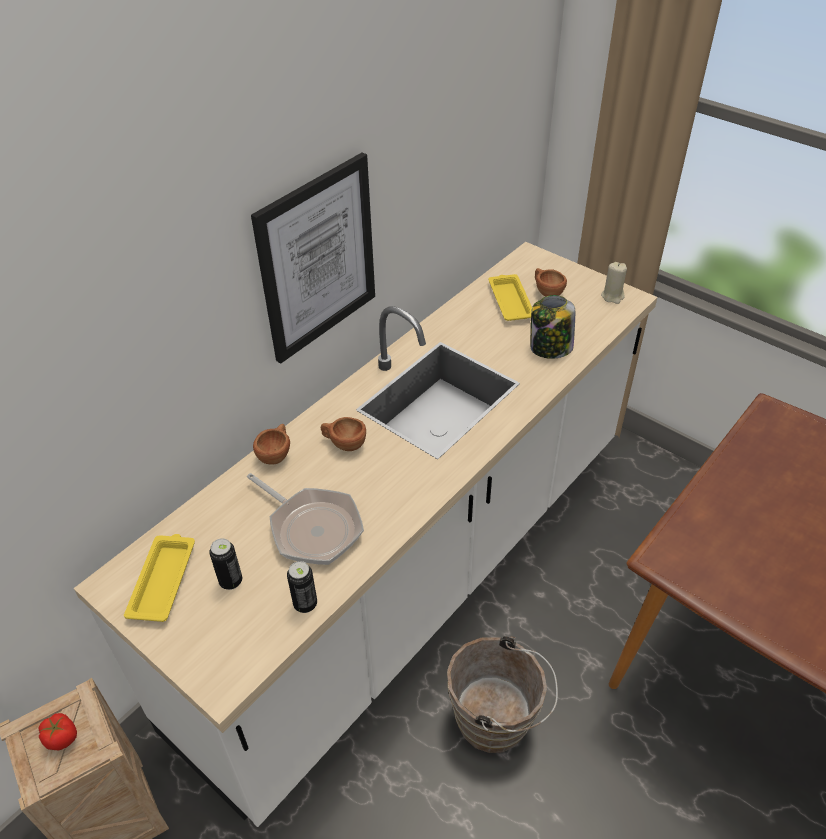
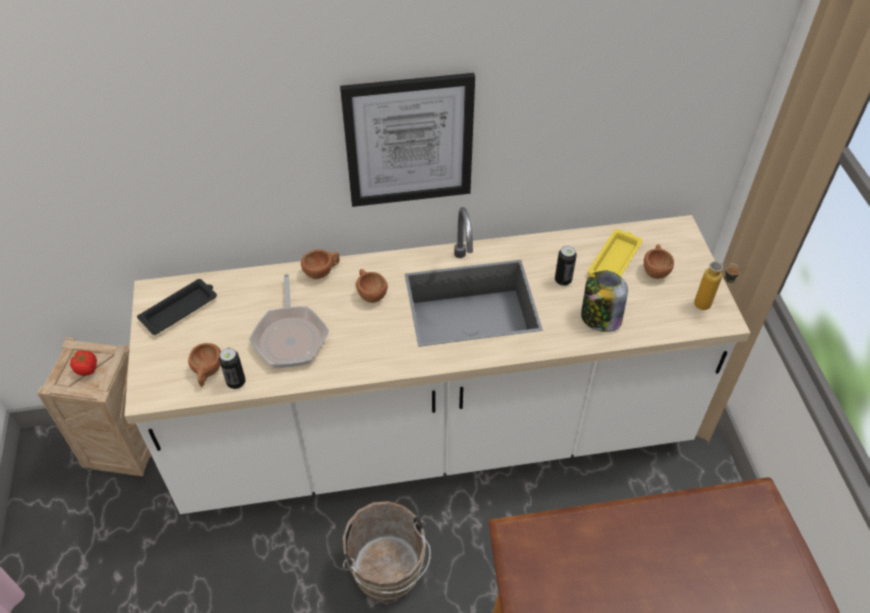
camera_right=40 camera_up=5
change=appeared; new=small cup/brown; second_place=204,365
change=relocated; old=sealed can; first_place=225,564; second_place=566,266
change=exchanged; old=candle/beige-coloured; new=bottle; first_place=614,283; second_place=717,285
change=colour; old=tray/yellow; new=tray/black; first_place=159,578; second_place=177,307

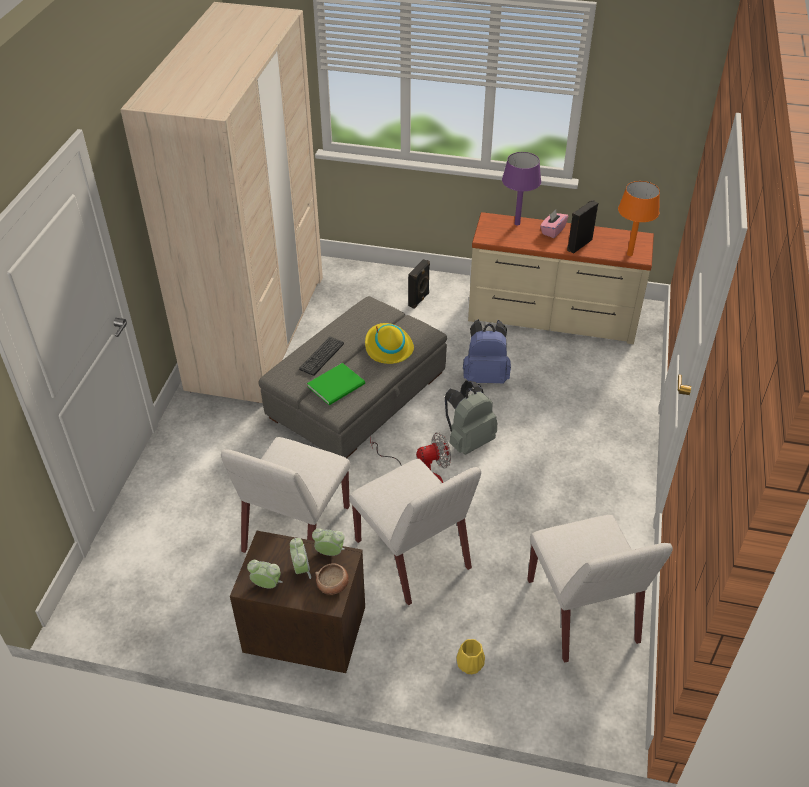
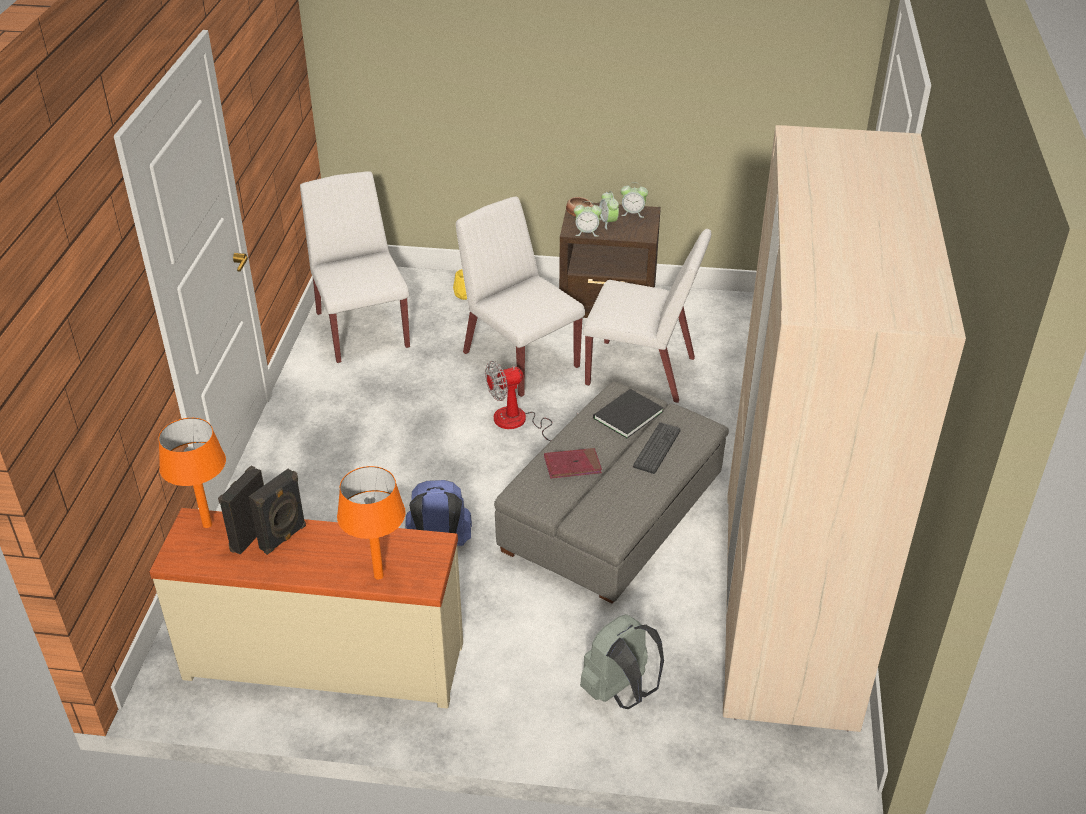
camera_right=175 camera_up=-5
change=missing; old=box of tissues/pink-coloured; first_place=554,224
change=relocated; old=speaker/black; first_place=419,284; second_place=241,510
change=relocated; old=backpack/gray; first_place=471,418; second_place=622,661
change=exchanged; old=wearable hat/yellow; new=bound book/red; first_place=389,343; second_place=573,463
change=colour; old=bound book/green; new=bound book/black; first_place=336,384; second_place=628,413
change=colour; old=table lamp/purple-coloured; new=table lamp/orange-coloured; first_place=521,188; second_place=371,523
change=spun; old=plain chair/white-coloured; first_place=286,495; second_place=647,316; degrees=90

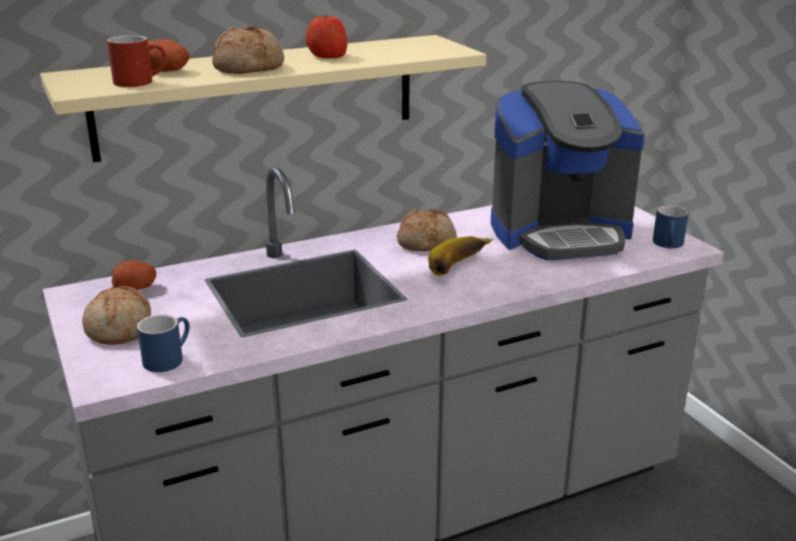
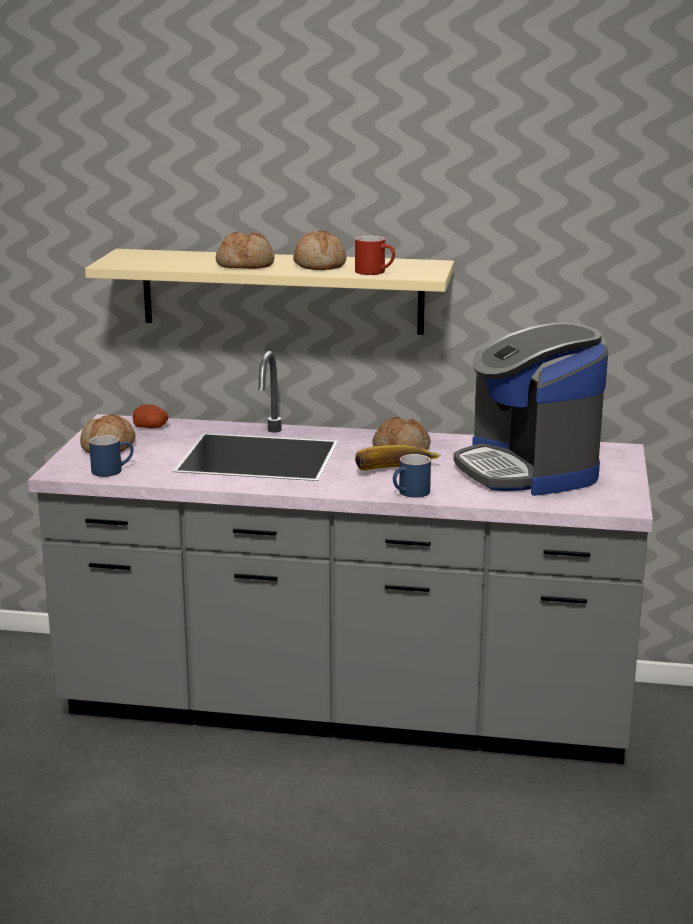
camera_right=35 camera_up=-5
change=missing; old=spud; first_place=169,55
change=relocated; old=tea mug/red; first_place=137,61; second_place=375,255
change=relocated; old=tea mug/bluish; first_place=671,226; second_place=412,476
change=exchanged; old=apple; new=bakery bread; first_place=326,36; second_place=320,250
change=spun; old=coffee brewer; first_place=568,170; second_place=531,409; degrees=45

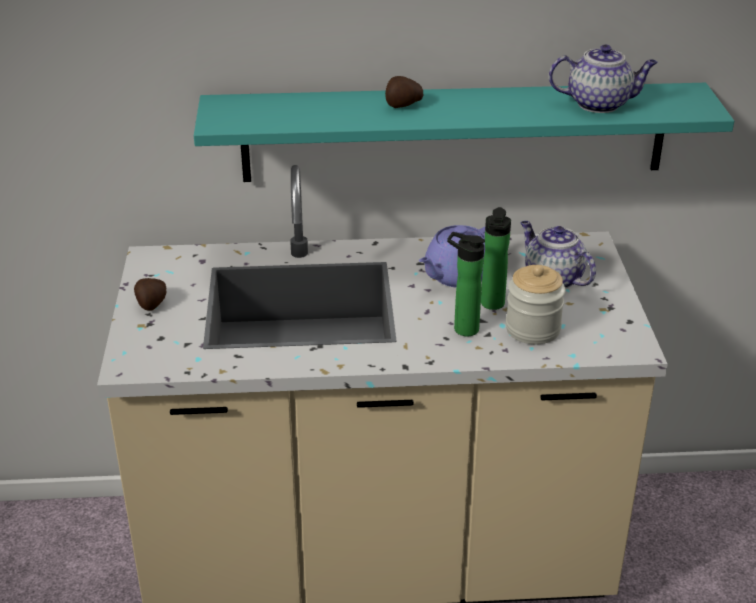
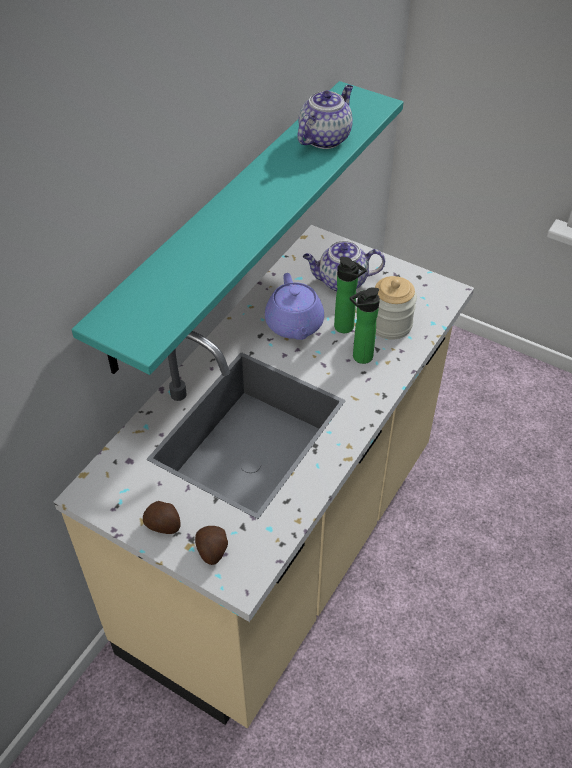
camera_right=-55 camera_up=15
change=relocated; old=spud; first_place=404,92; second_place=211,545

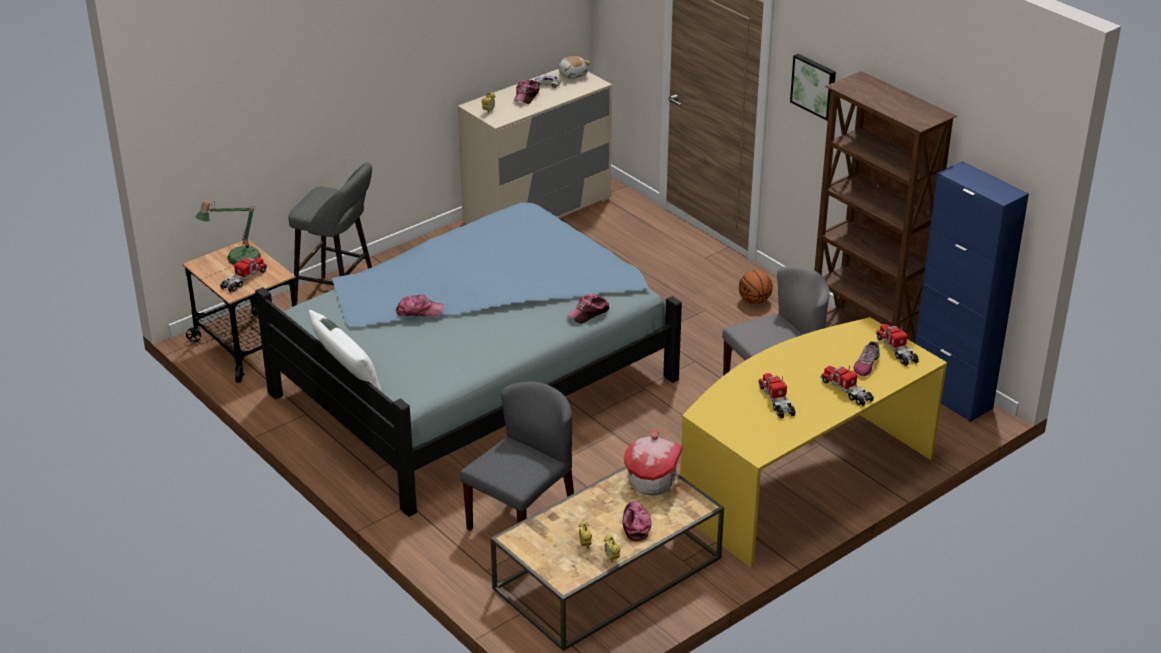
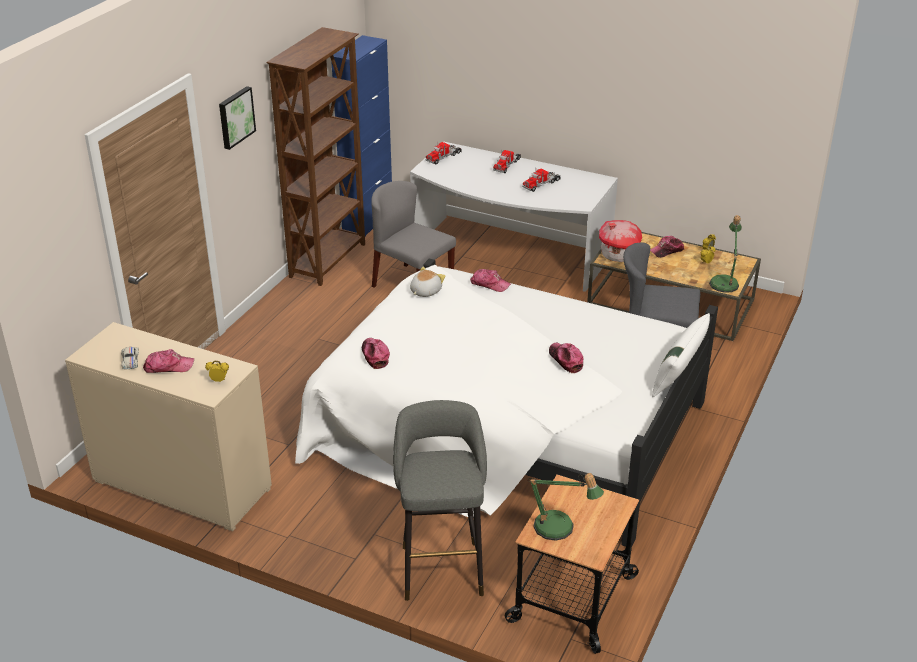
camera_right=-115 camera_up=0
change=missing; old=toy truck; first_place=243,275
change=missing; old=basketball; first_place=755,287
change=missing; old=item of footwear; first_place=866,358
change=appeared; new=baseball cap; second_place=376,353
change=appeared; new=table lamp; second_place=725,254
change=relocated; old=soft toy; first_place=575,67; second_place=427,282
change=colour; old=sleeping bed/bluish; new=sleeping bed/white-coloured; first_place=468,359; second_place=506,403
change=colour; old=desk table/yellow; new=desk table/white-coloured; first_place=813,442; second_place=514,216

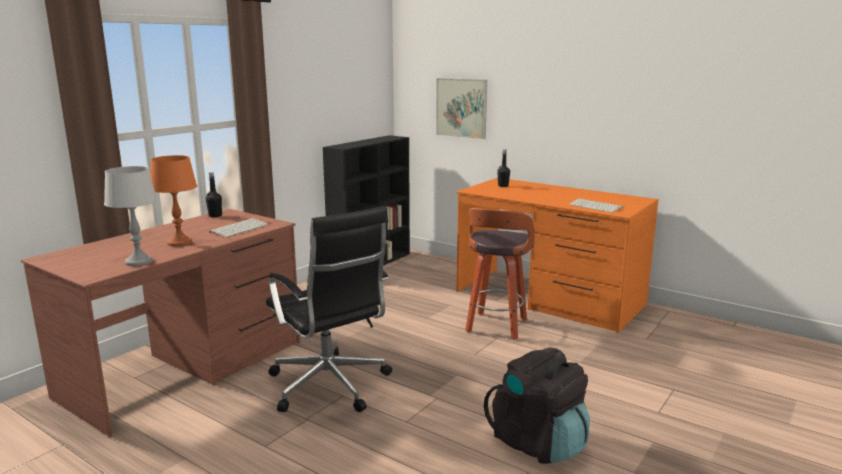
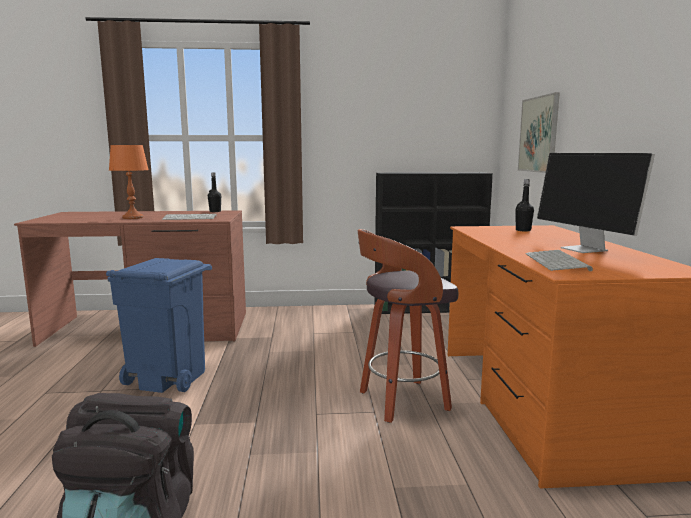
camera_right=50 camera_up=-5
change=missing; old=table lamp/gray; first_place=130,216
change=appeared; new=computer screen; second_place=596,203
change=exchanged; old=desk chair/black; new=waste bin/bluish; first_place=329,309; second_place=159,325

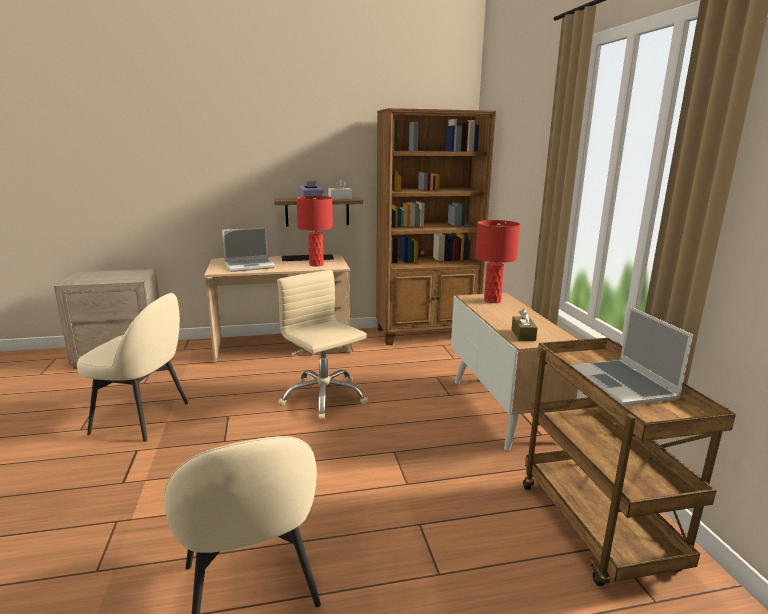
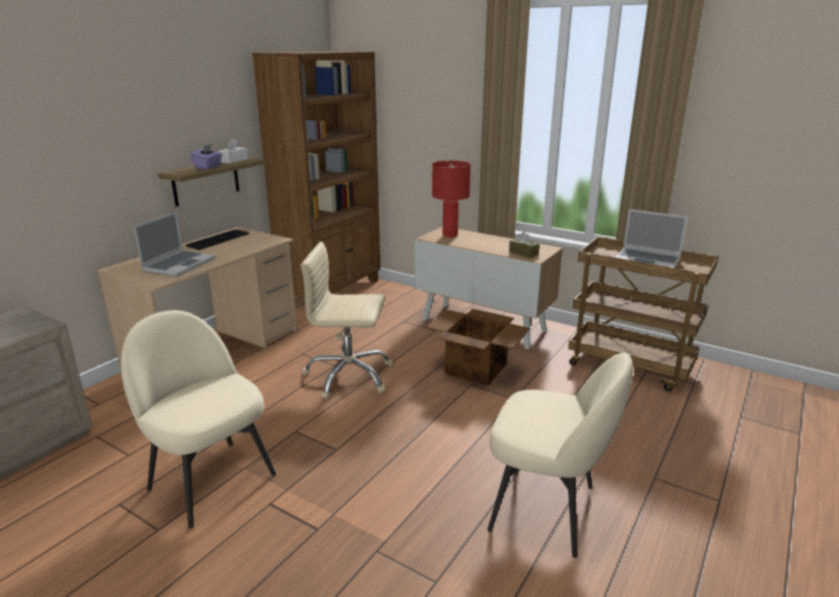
camera_right=-45 camera_up=5
change=missing; old=table lamp/red; first_place=315,231
change=appeared; new=carton; second_place=477,347
change=spun; old=plain chair/beige-coloured; first_place=132,367; second_place=198,419; degrees=-105

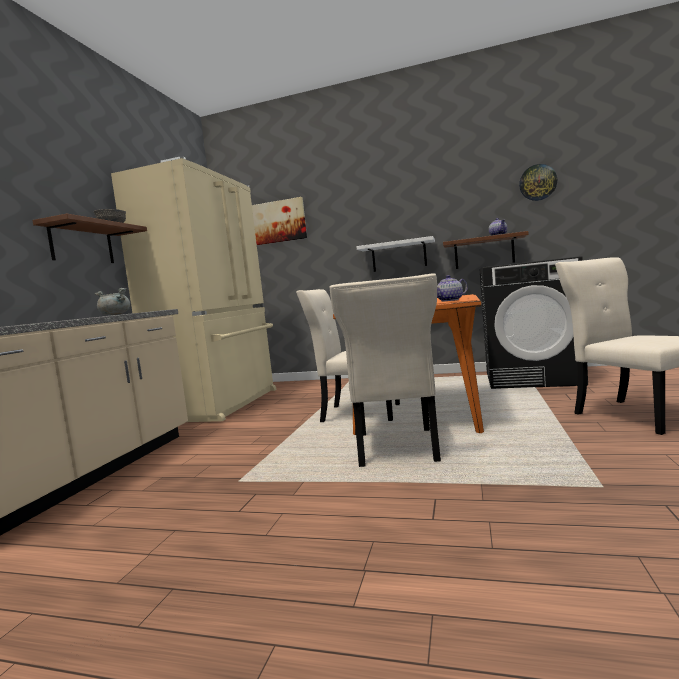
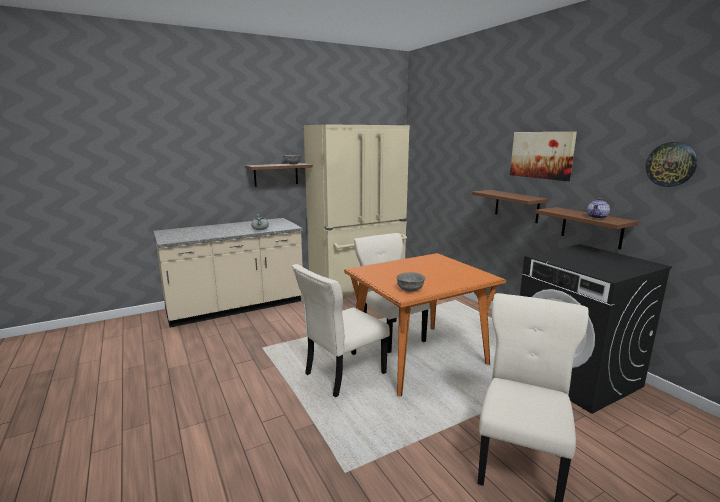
camera_right=45 camera_up=10
change=relocated; old=wall picture; first_place=279,221; second_place=543,156
change=exchanged; old=tea pot; new=serving bowl/gray; first_place=452,288; second_place=410,282
change=colour; old=shelf/white-coloured; new=shelf/brown; first_place=395,254; second_place=510,206

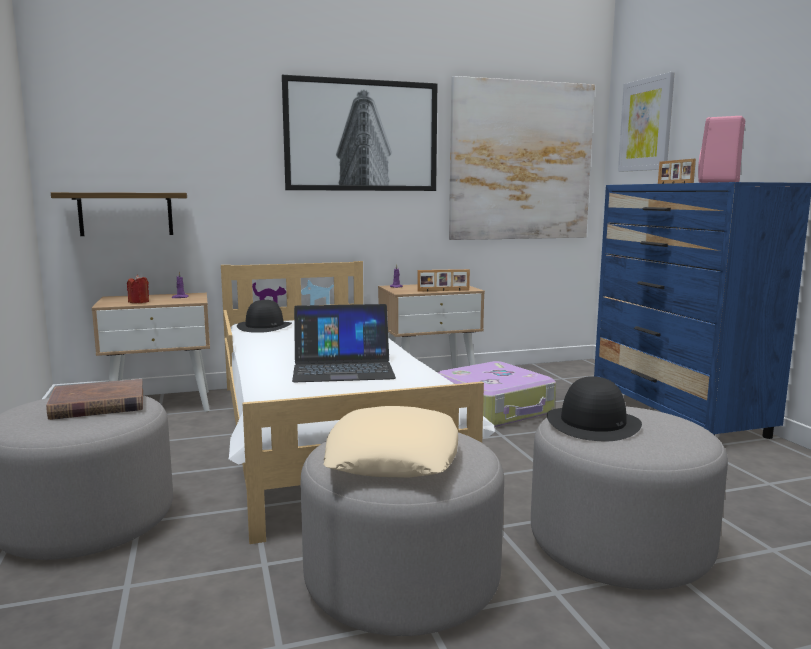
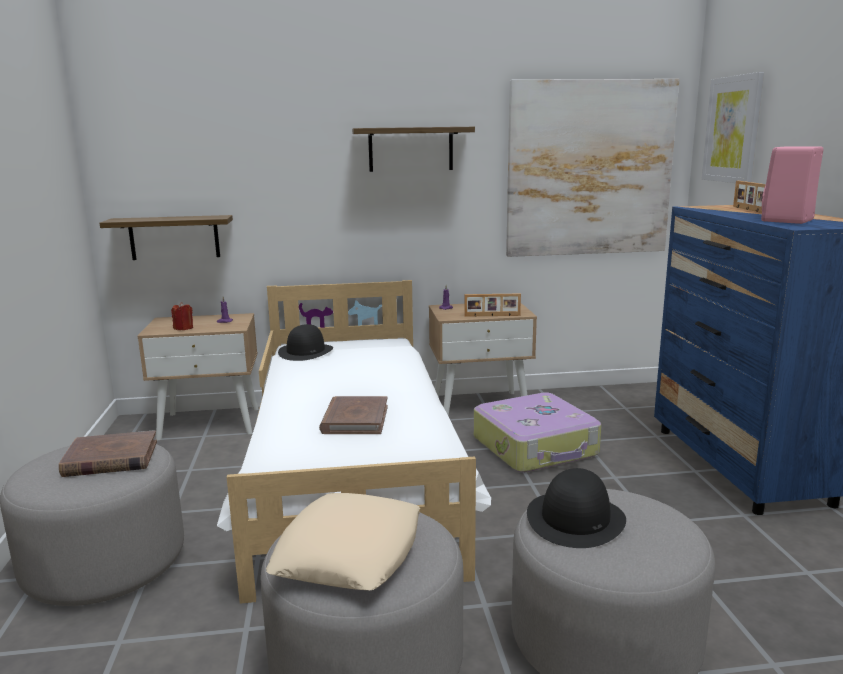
camera_right=10 camera_up=5
change=exchanged; old=wall picture; new=shelf; first_place=359,133; second_place=413,149
change=exchanged; old=laptop; new=bound book/brown; first_place=344,343; second_place=353,415

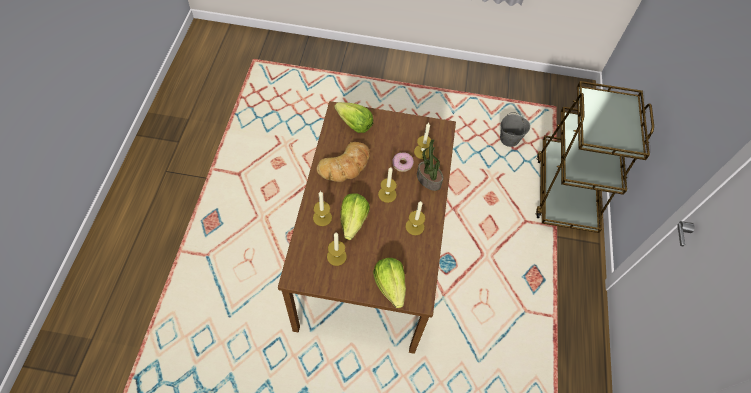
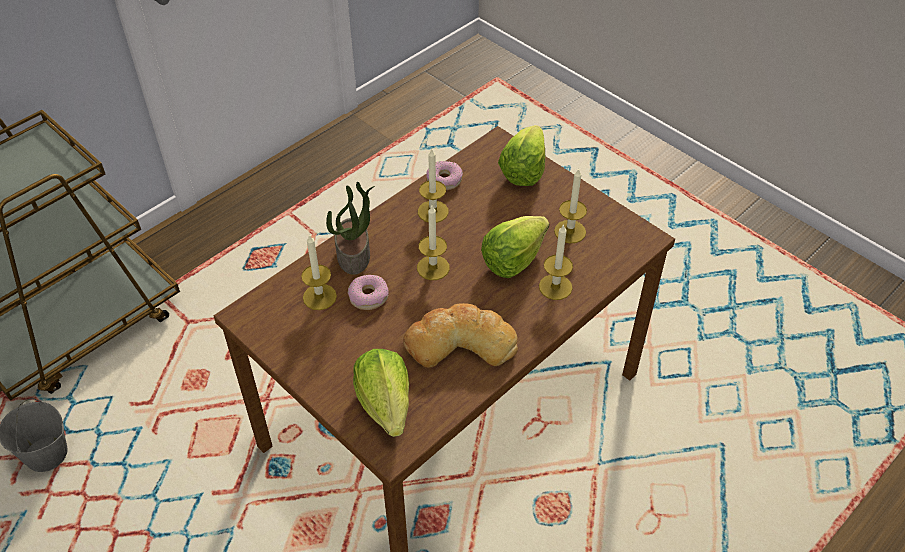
camera_right=-140 camera_up=-10
change=appeared; new=doughnut; second_place=444,175

